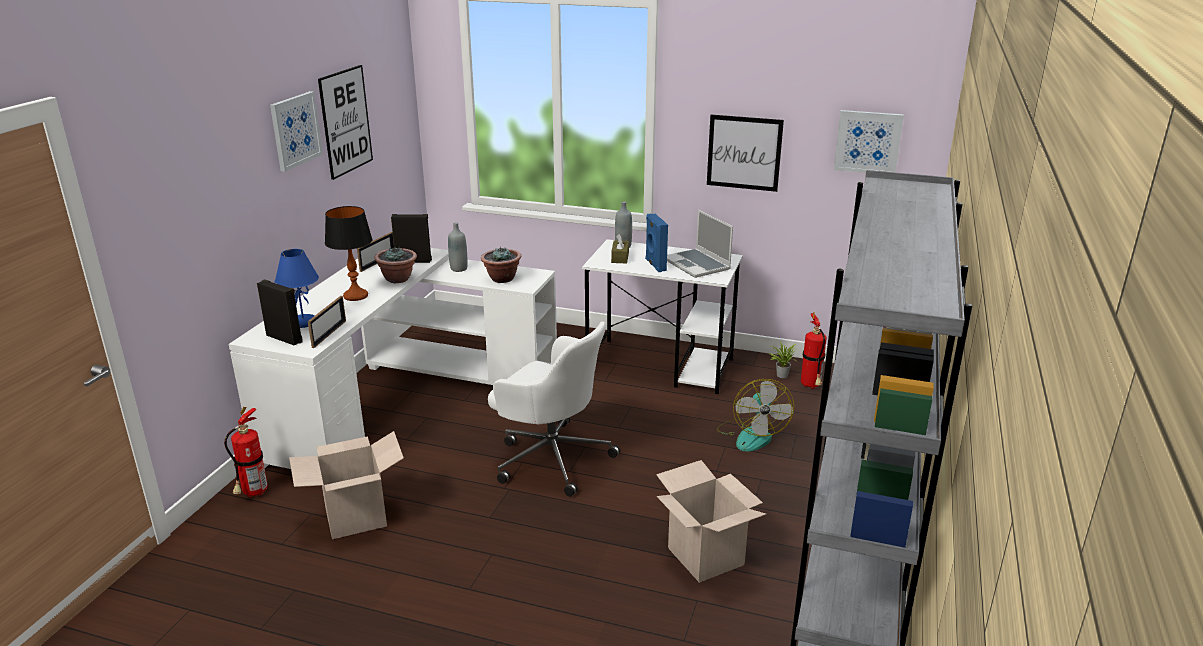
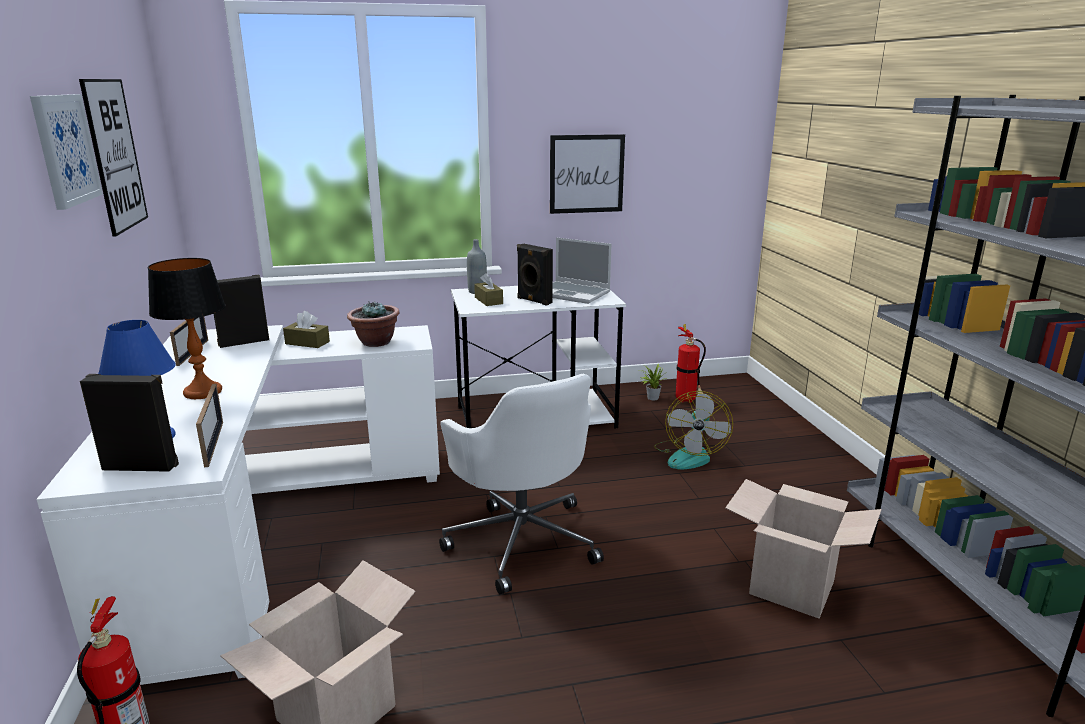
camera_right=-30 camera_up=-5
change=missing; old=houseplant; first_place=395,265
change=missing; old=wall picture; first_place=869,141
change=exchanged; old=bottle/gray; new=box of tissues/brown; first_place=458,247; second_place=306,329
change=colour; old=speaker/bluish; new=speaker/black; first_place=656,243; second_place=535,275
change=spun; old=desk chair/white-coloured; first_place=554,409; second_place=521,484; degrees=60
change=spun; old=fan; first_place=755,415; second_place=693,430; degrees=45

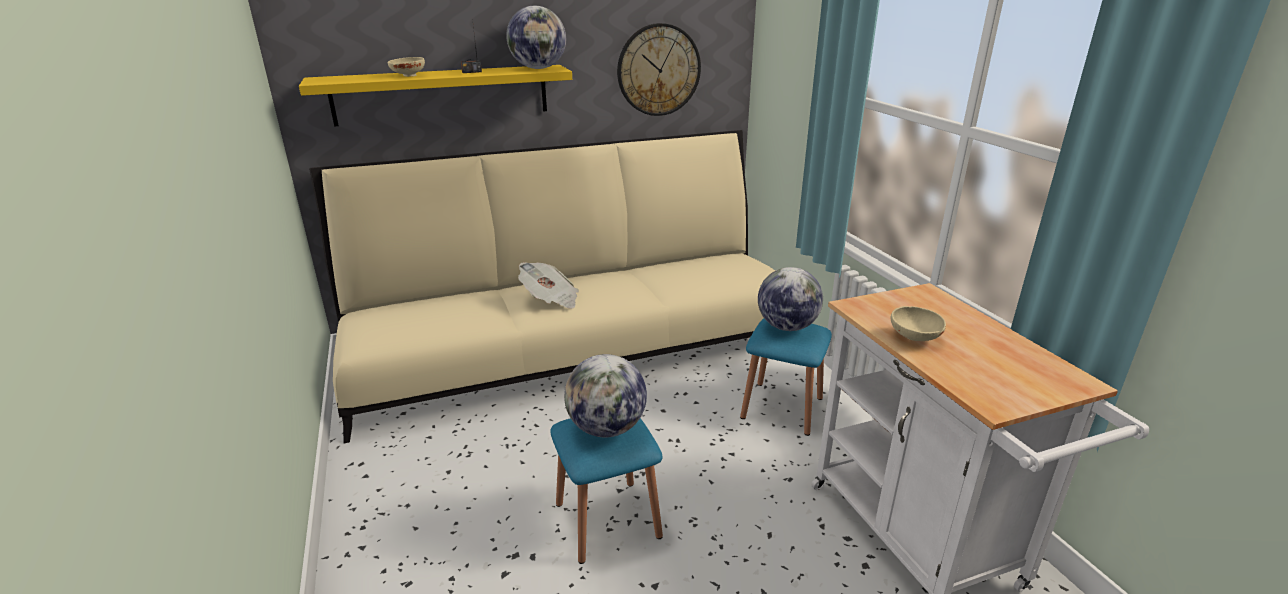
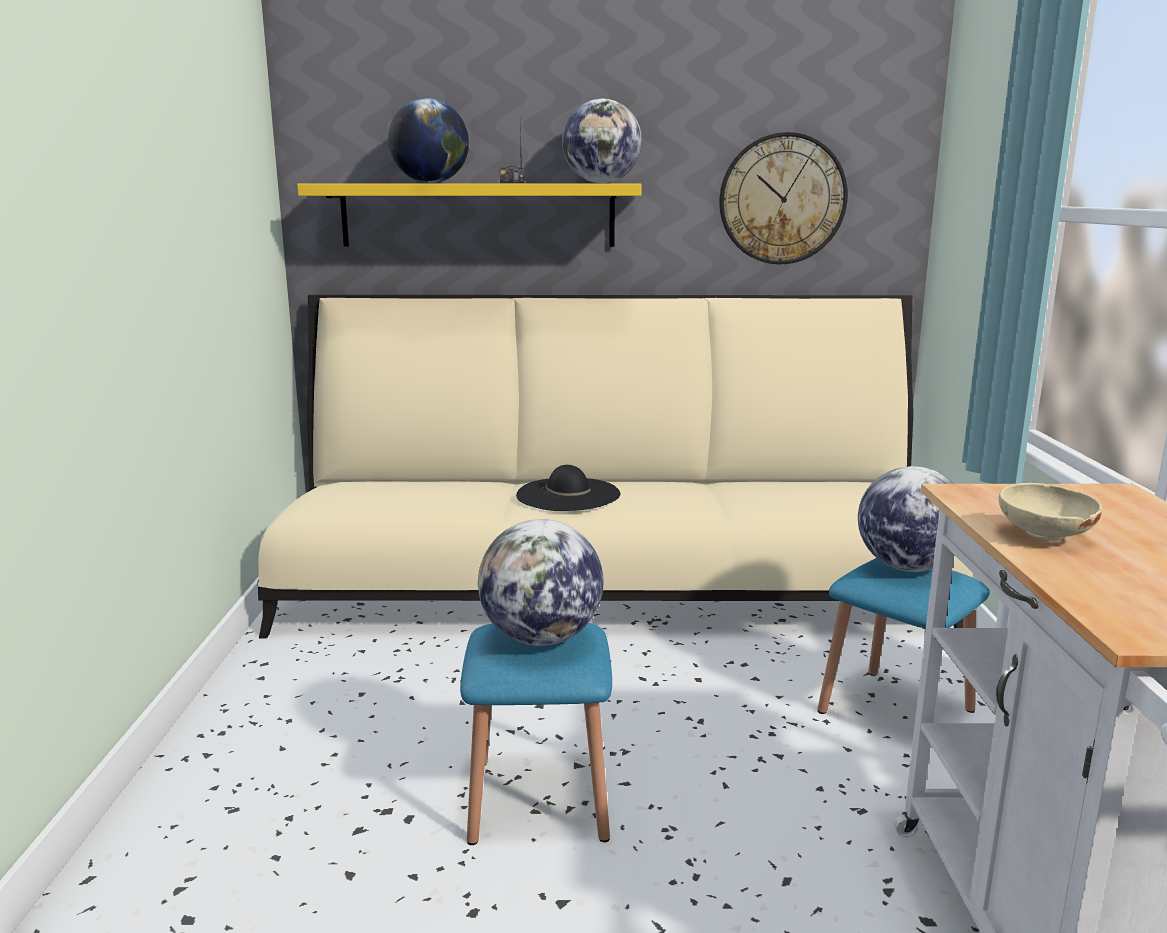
camera_right=20 camera_up=-10
change=exchanged; old=serving bowl/beige-coloured; new=globe; first_place=406,67; second_place=428,140
change=exchanged; old=daily paper; new=wearable hat/black; first_place=548,285; second_place=568,488

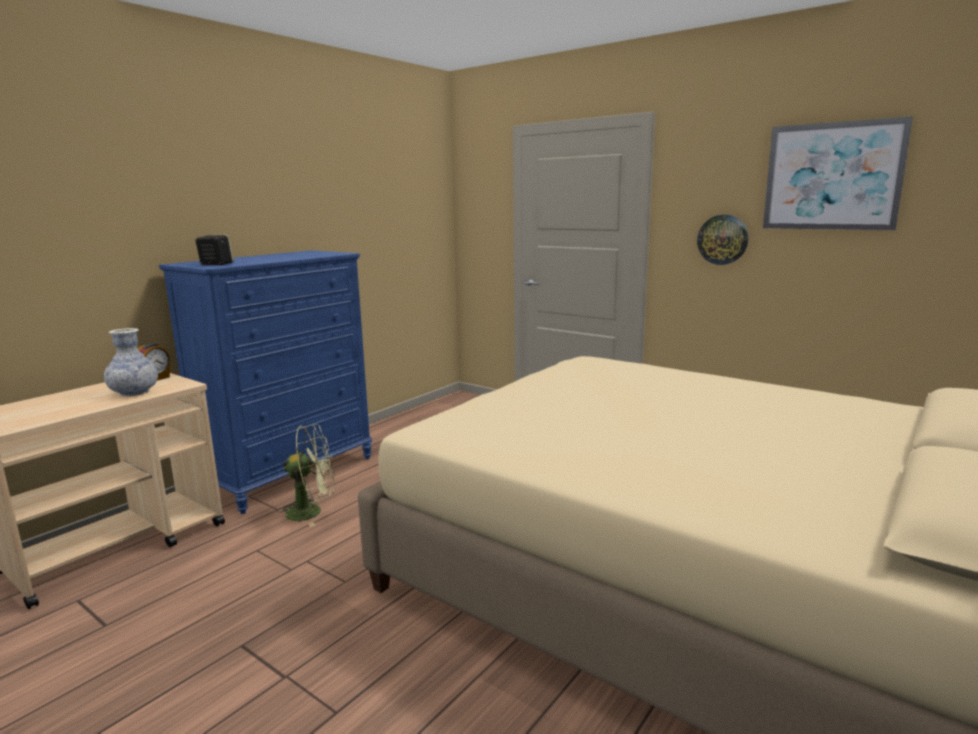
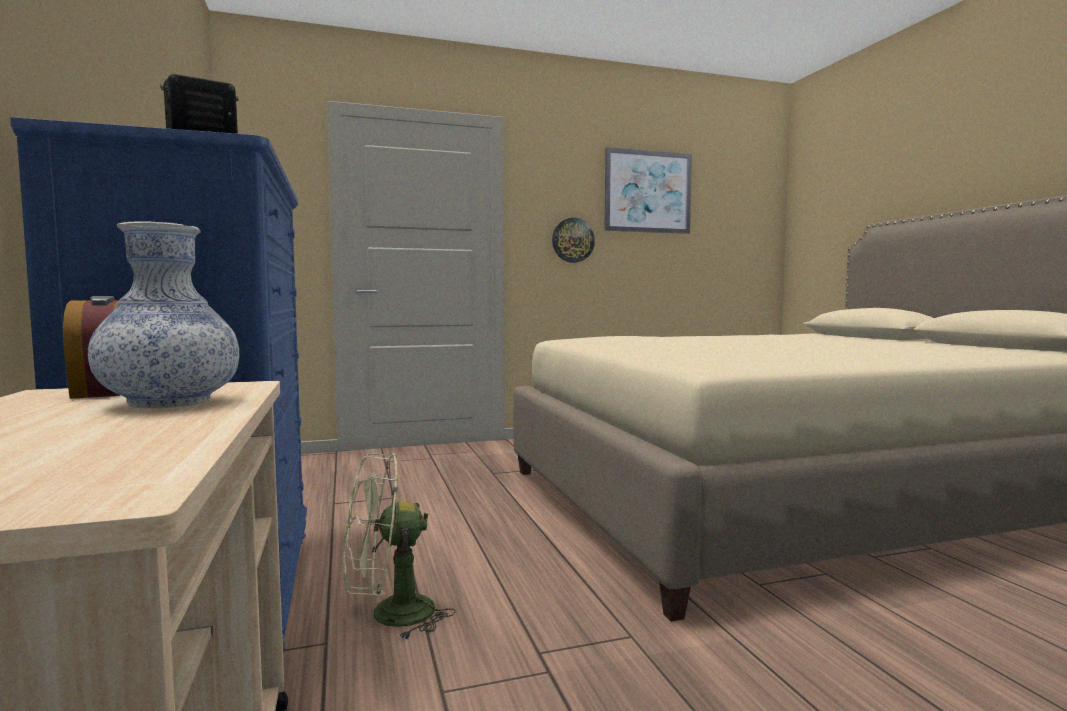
camera_right=-55 camera_up=-10
change=spun; old=fan/green; first_place=306,475; second_place=399,547; degrees=-135

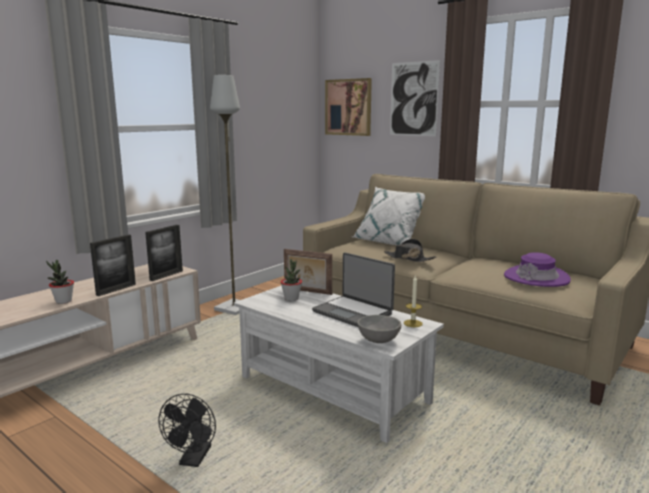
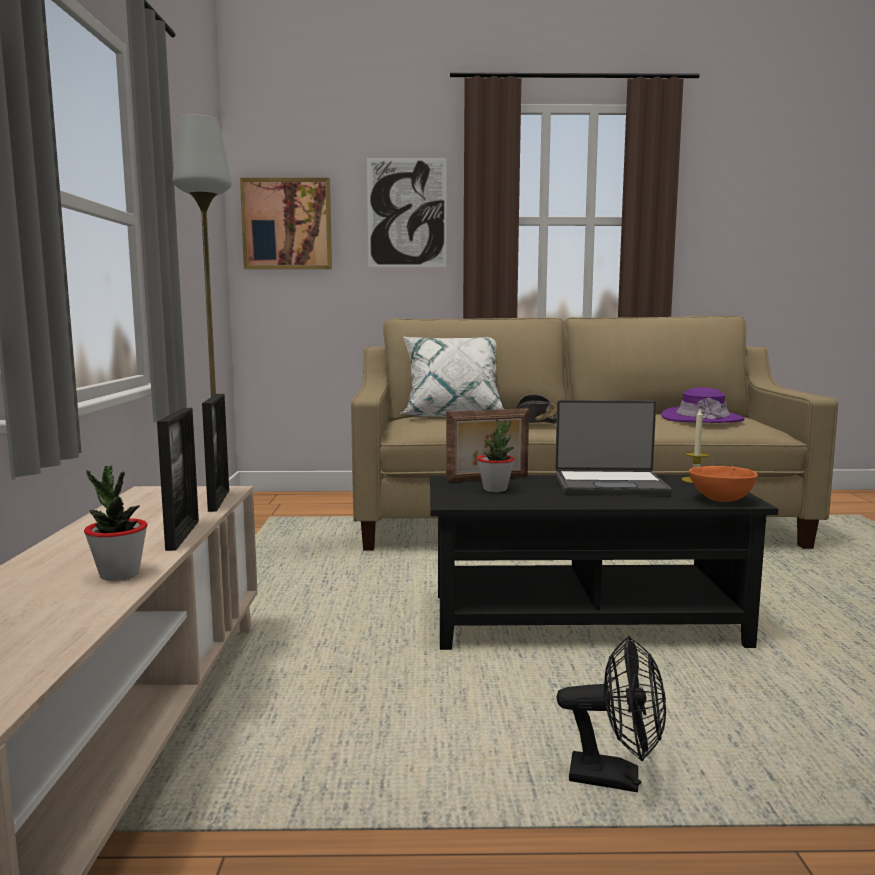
camera_right=-40 camera_up=-5
change=colour; old=lounge table/white-coloured; new=lounge table/black; first_place=339,364; second_place=604,562
change=colour; old=serving bowl/gray; new=serving bowl/orange-coloured; first_place=379,329; second_place=723,484
change=spun; old=fan/black; first_place=187,430; second_place=611,713; degrees=-45

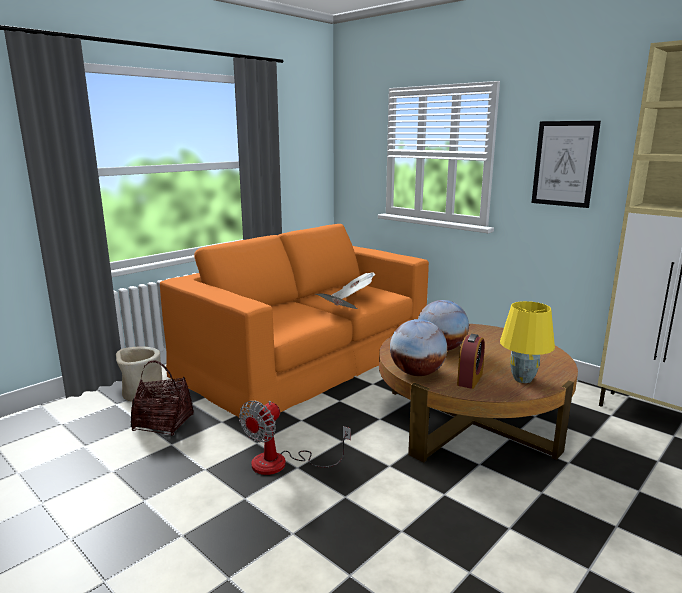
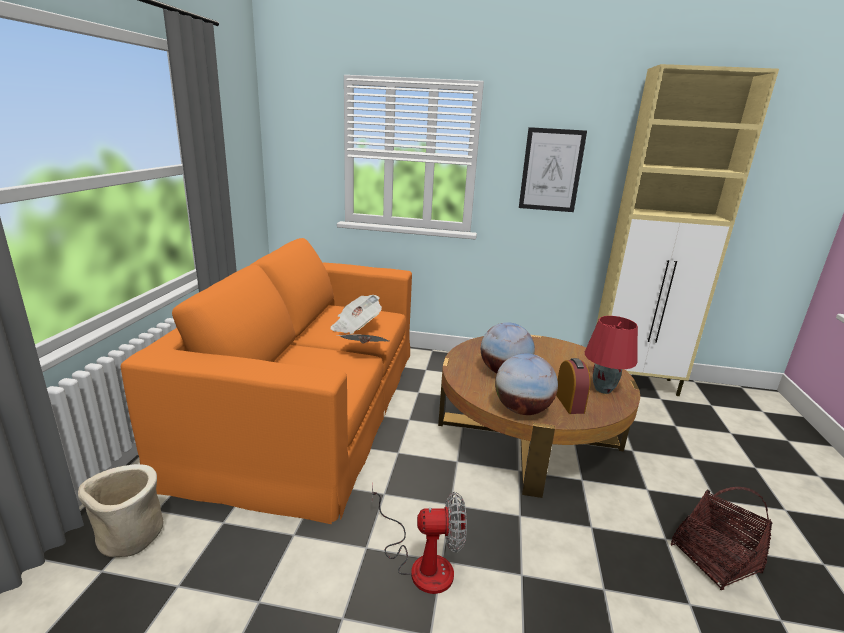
camera_right=-35 camera_up=5
change=relocated; old=basket; first_place=162,398; second_place=722,538
change=colour; old=table lamp/yellow; new=table lamp/red; first_place=527,342; second_place=611,355
change=spun; old=fan; first_place=295,438; second_place=419,538; degrees=-90

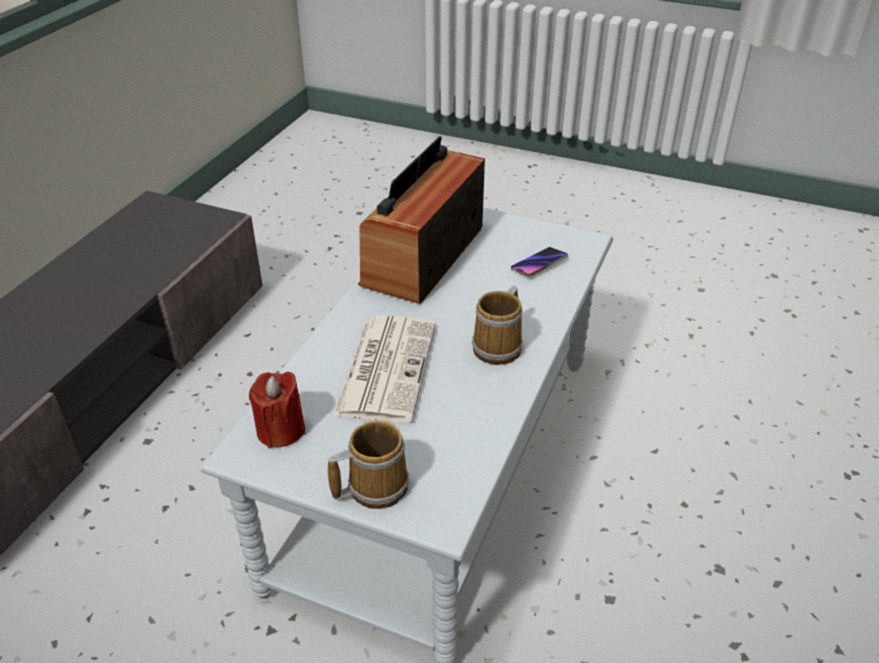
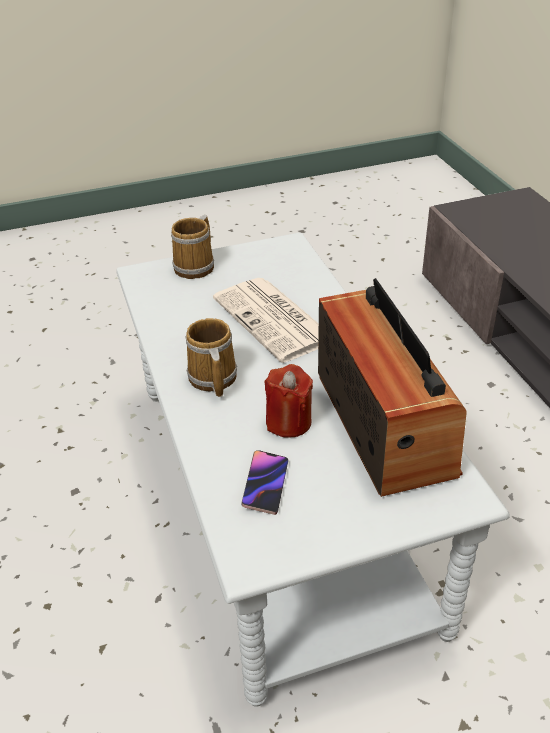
camera_right=140 camera_up=0
change=relocated; old=candle/red; first_place=277,410; second_place=289,401

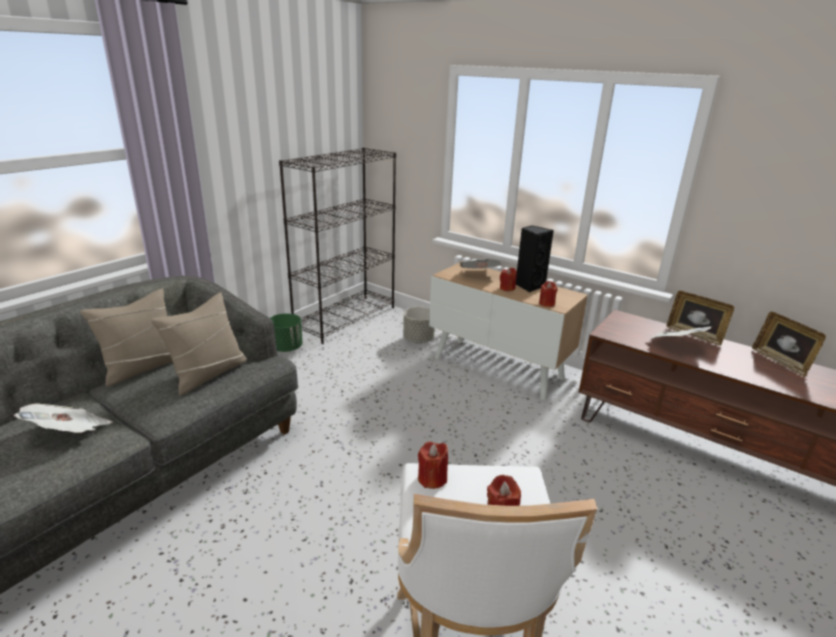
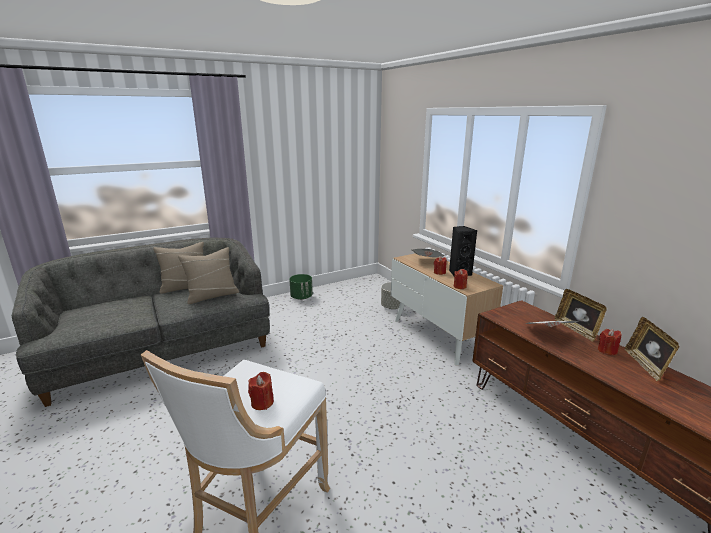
camera_right=25 camera_up=-5
change=missing; old=daily paper; first_place=63,418
change=missing; old=bookcase/black; first_place=337,246
change=relocated; old=candle/red; first_place=433,465; second_place=609,342

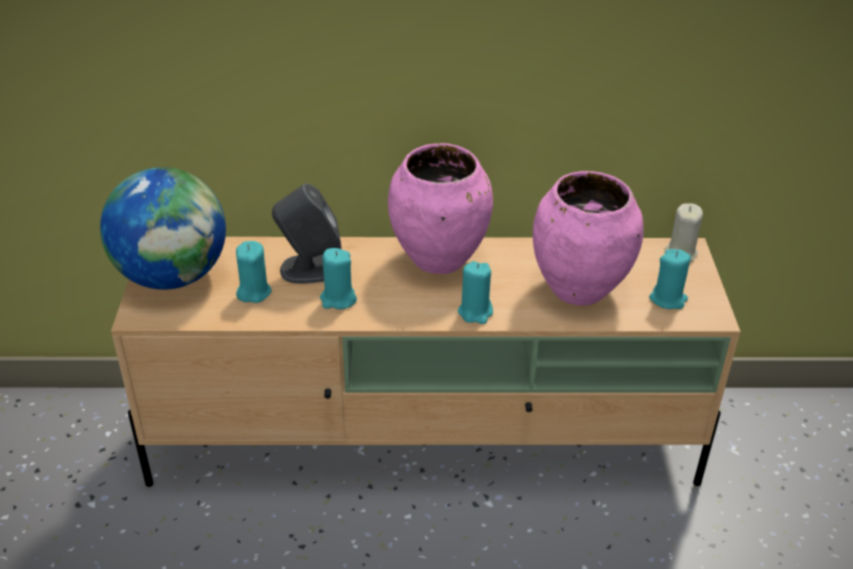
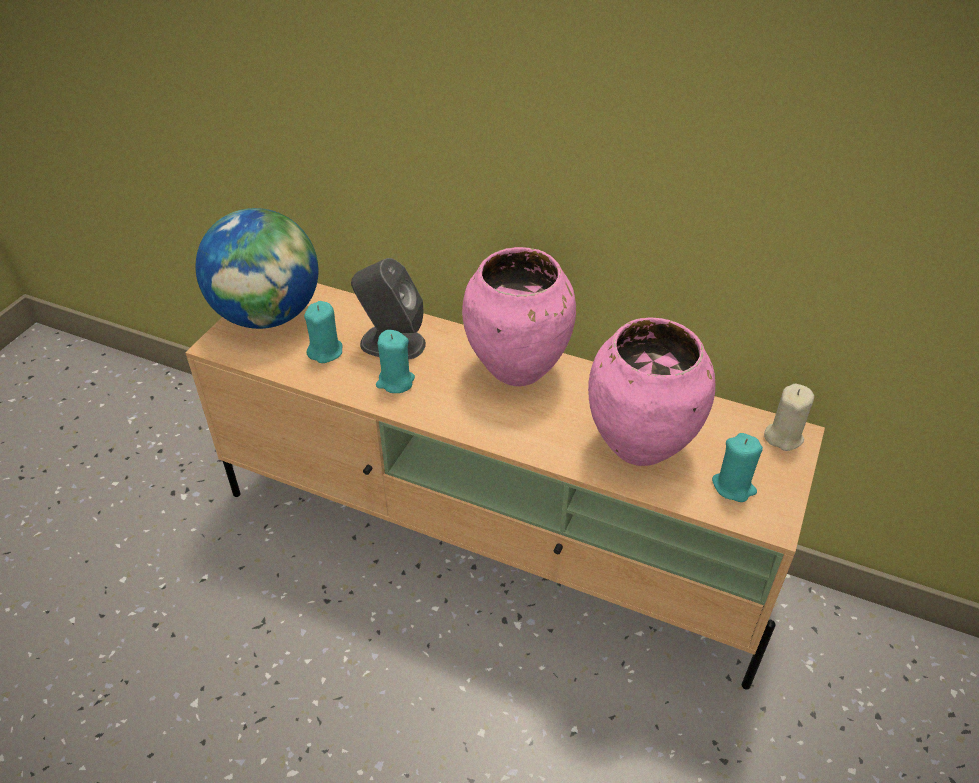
camera_right=25 camera_up=5
change=missing; old=candle/turquoise; first_place=475,292

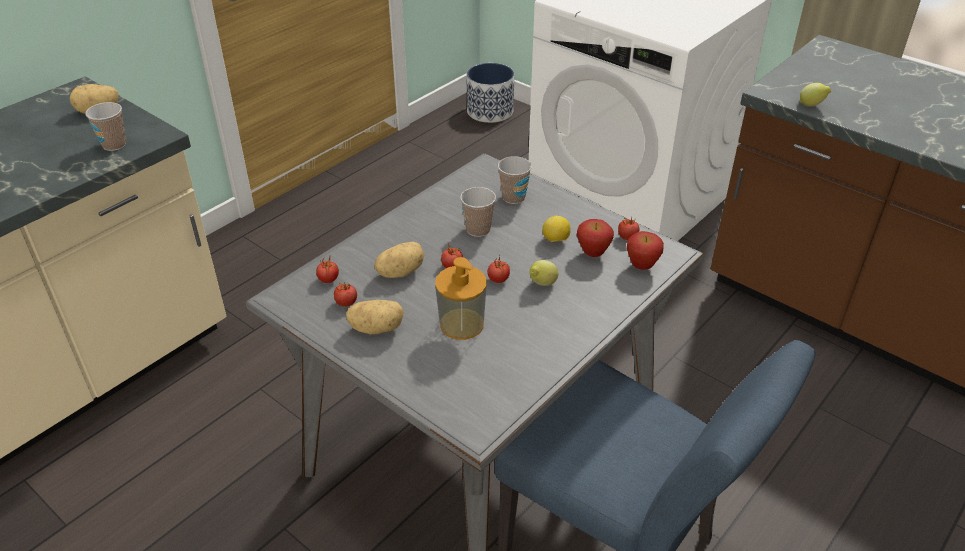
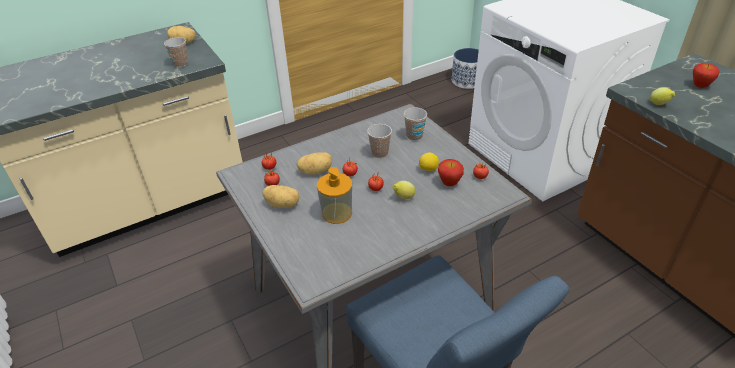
camera_right=20 camera_up=0
change=relocated; old=apple; first_place=645,250; second_place=706,75

